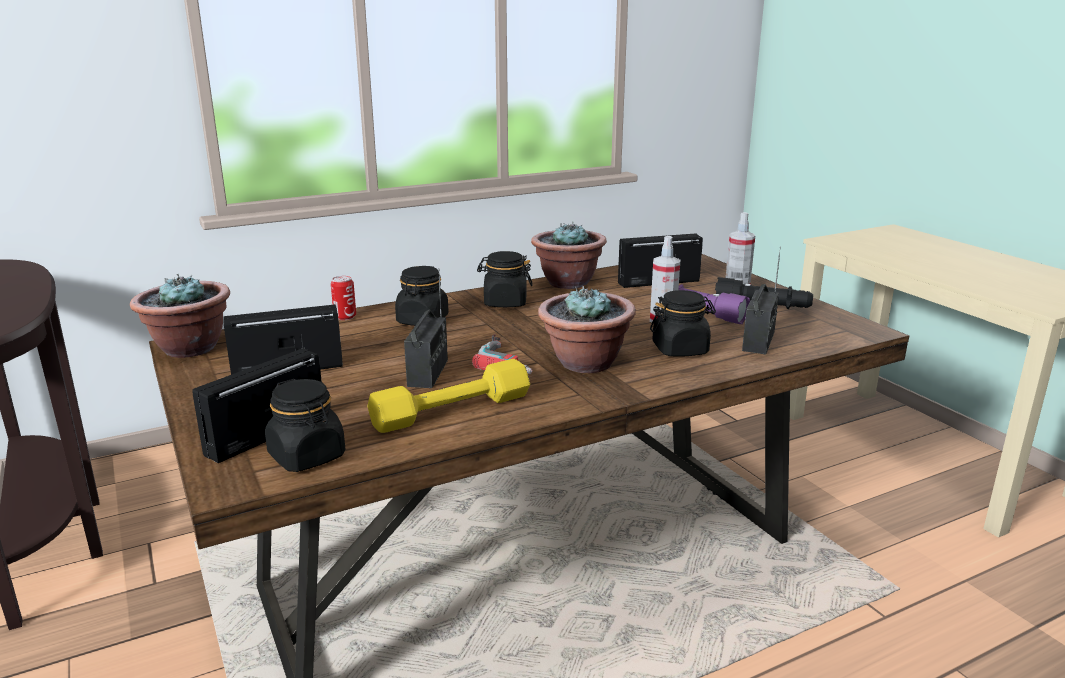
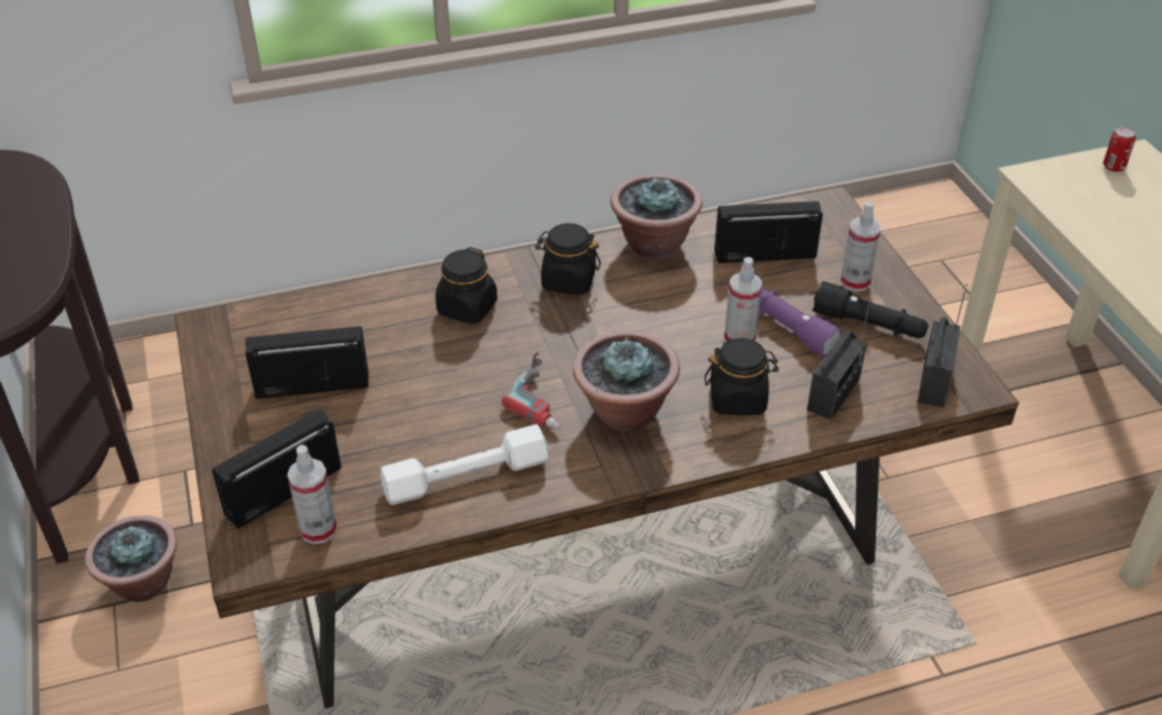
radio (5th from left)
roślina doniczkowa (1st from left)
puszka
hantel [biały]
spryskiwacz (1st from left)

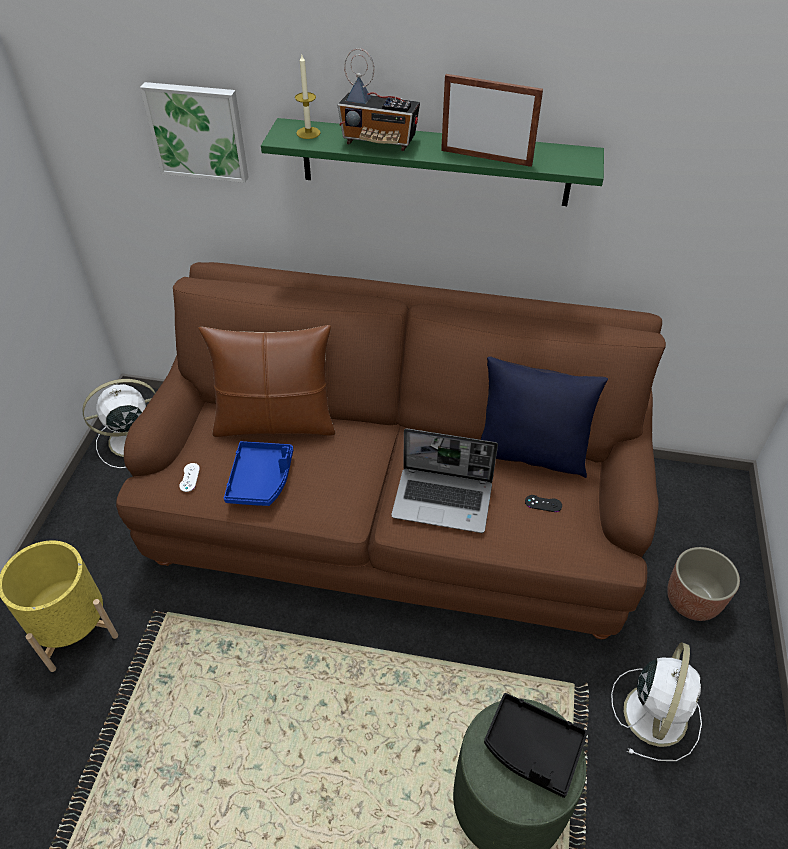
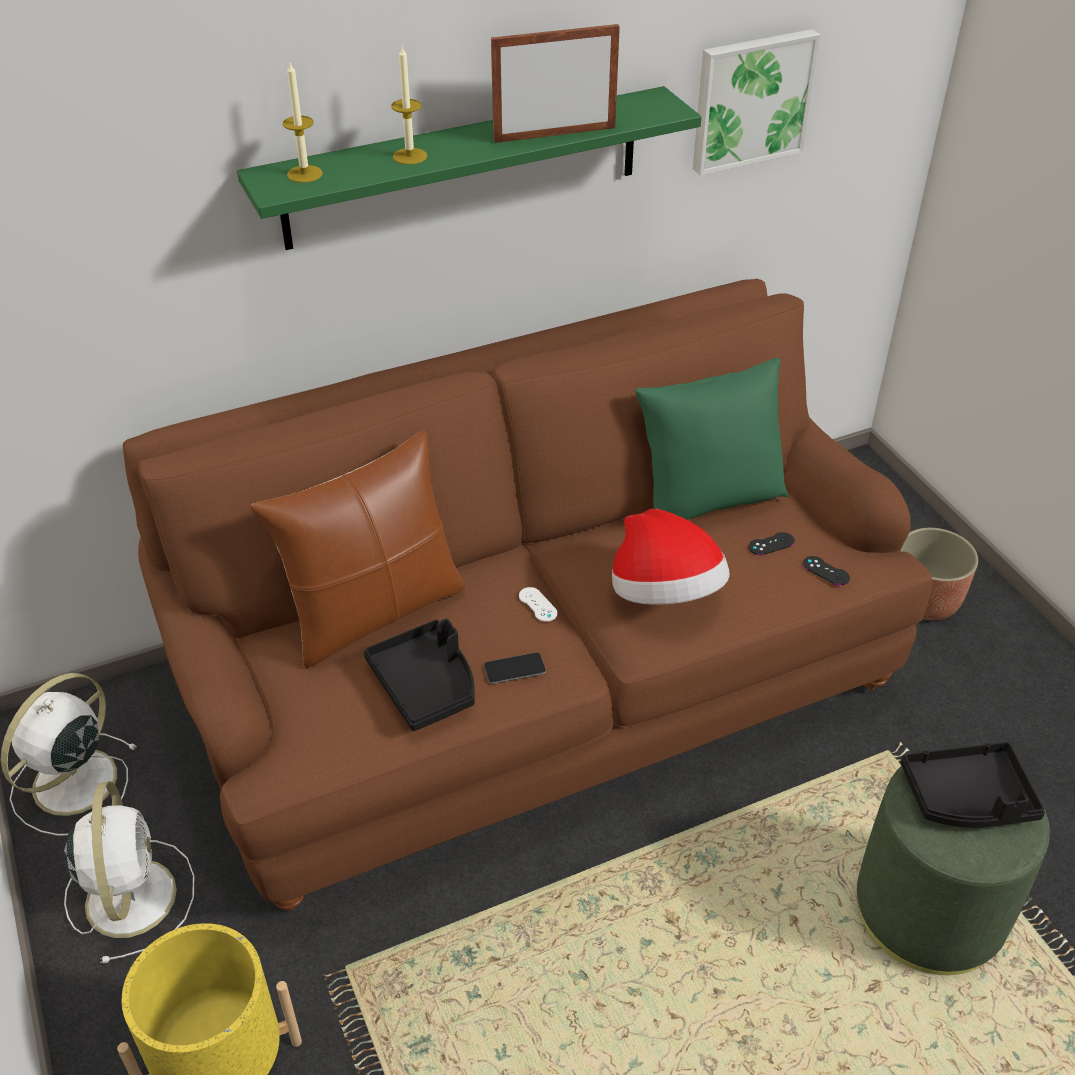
świeca (2nd from left)
obraz
poduszka [zielony]
kapelusz
taca [czarny] (1st from left)
pad do gier [biały]
wentylator [biały] (2nd from left)
pad do gier [czarny] (2nd from left)
telefon

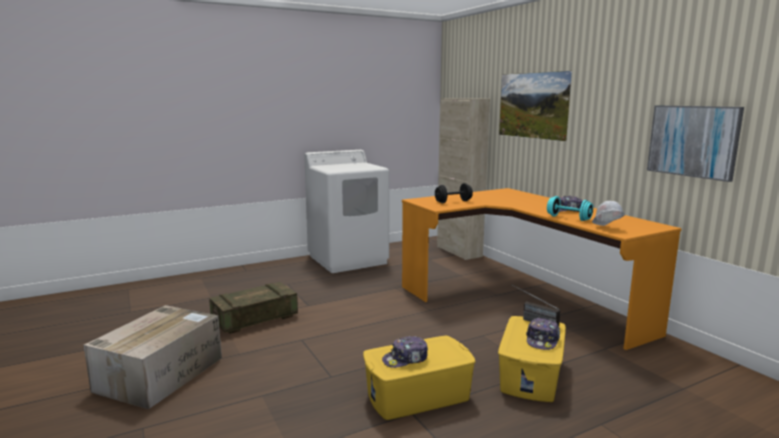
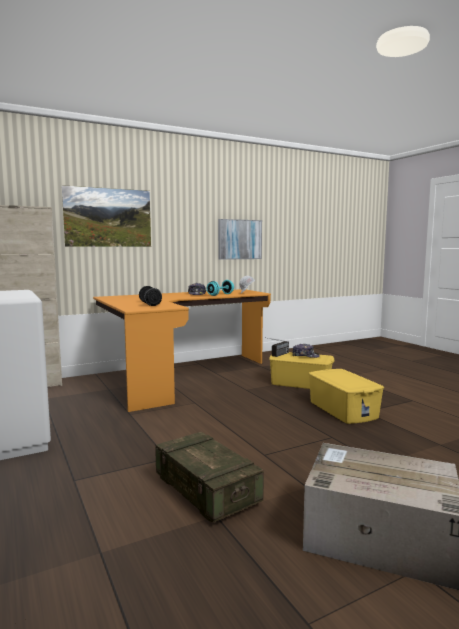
czapka z daszkiem (1st from left in the first image)

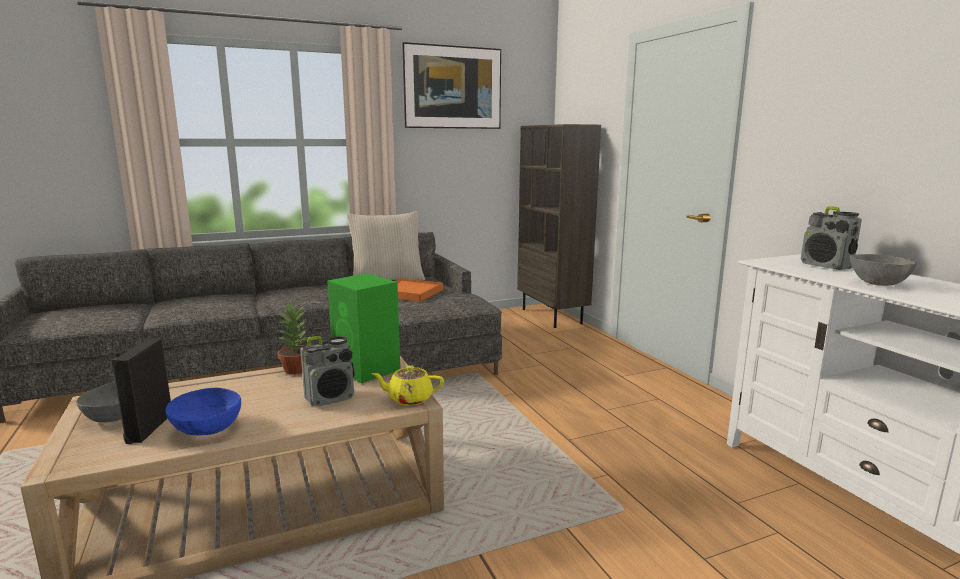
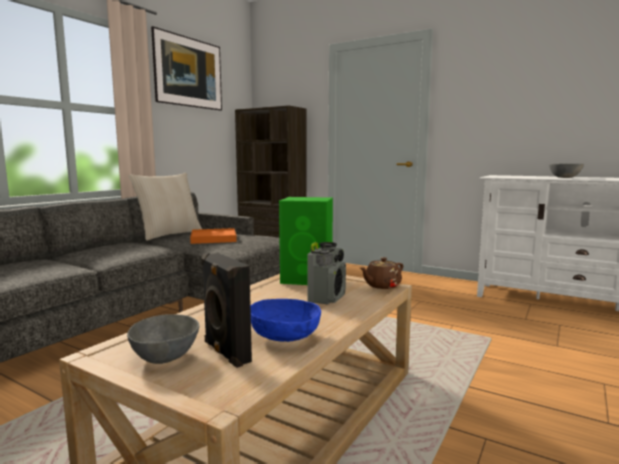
radio (2nd from left in the first image)
roślina doniczkowa
imbryk [brązowy]

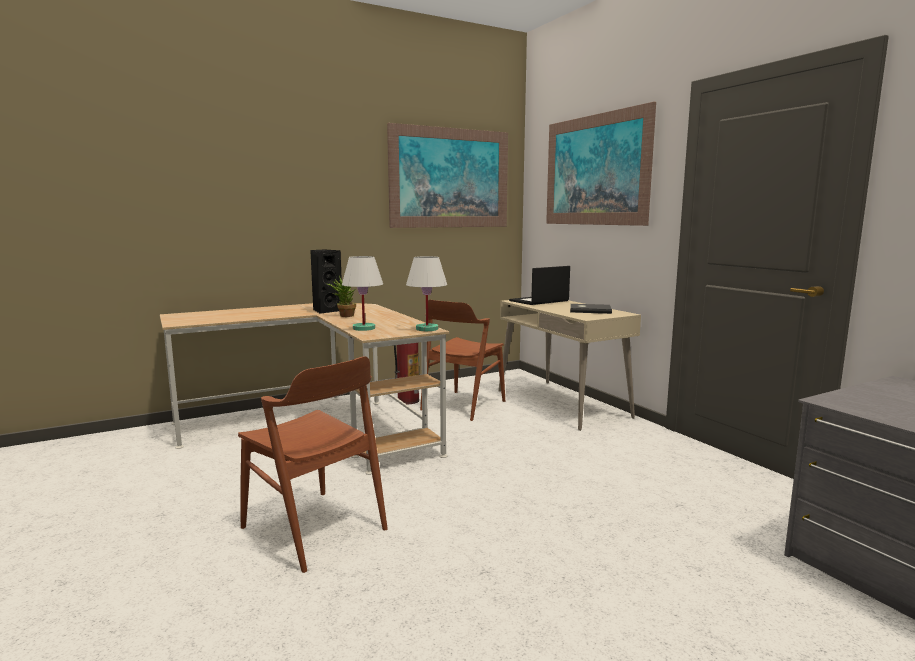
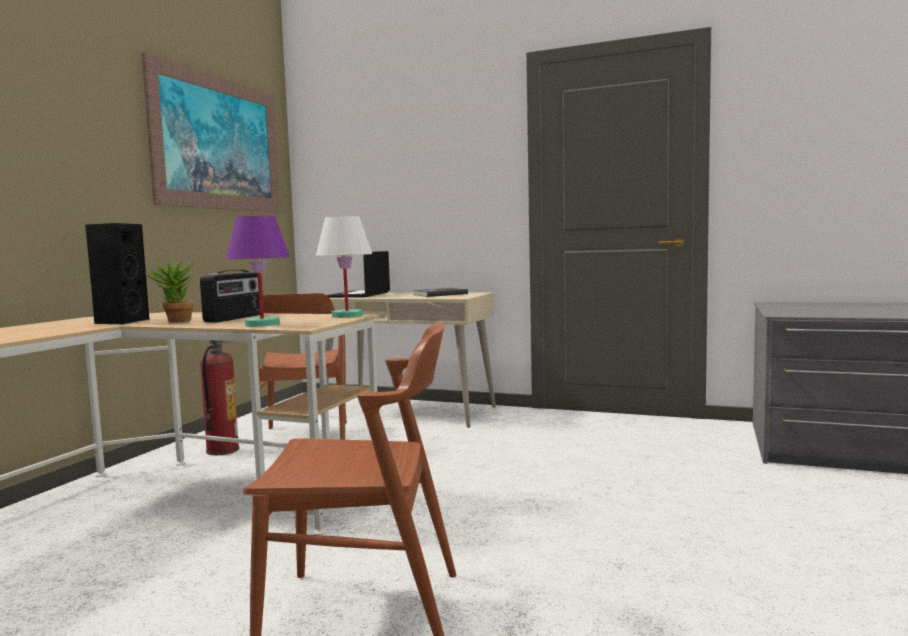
obraz (2nd from left in the first image)
lampa stołowa [fioletowy]
radio

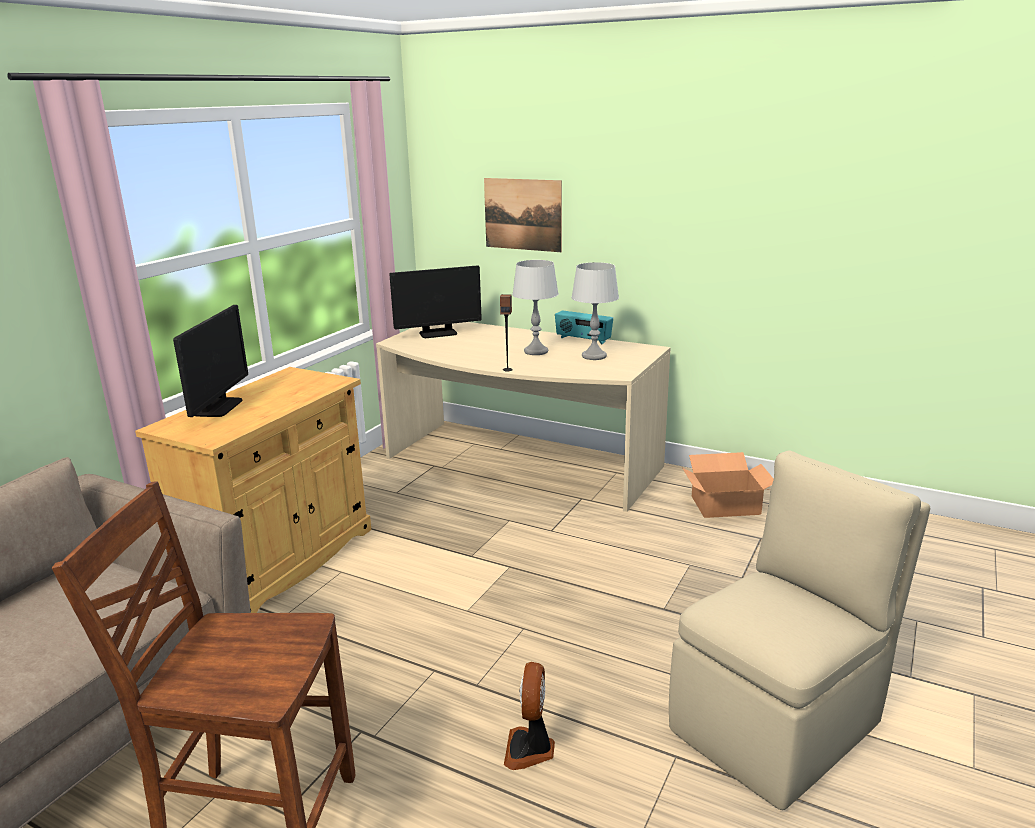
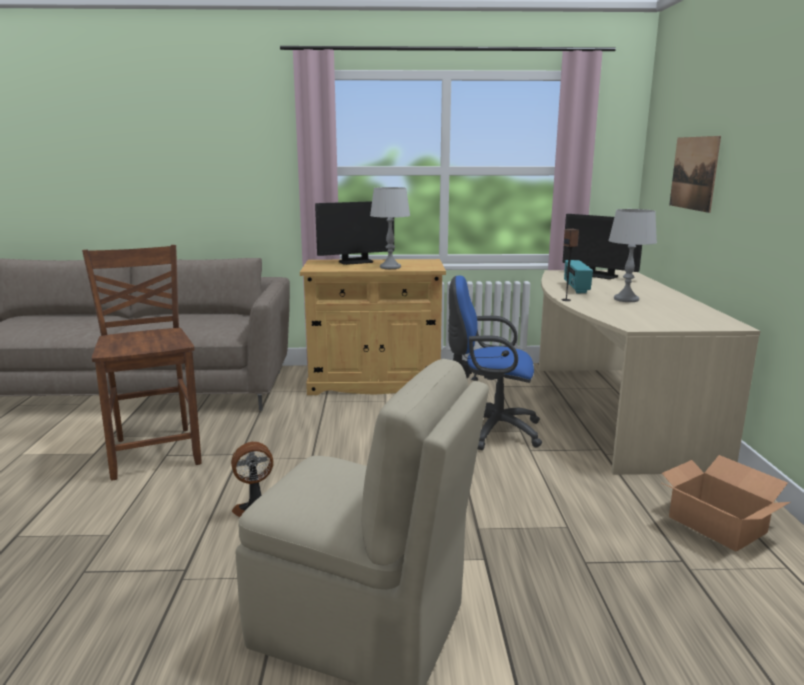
lampa stołowa [szary] (1st from left)
radio
krzesło biurowe [niebieski]

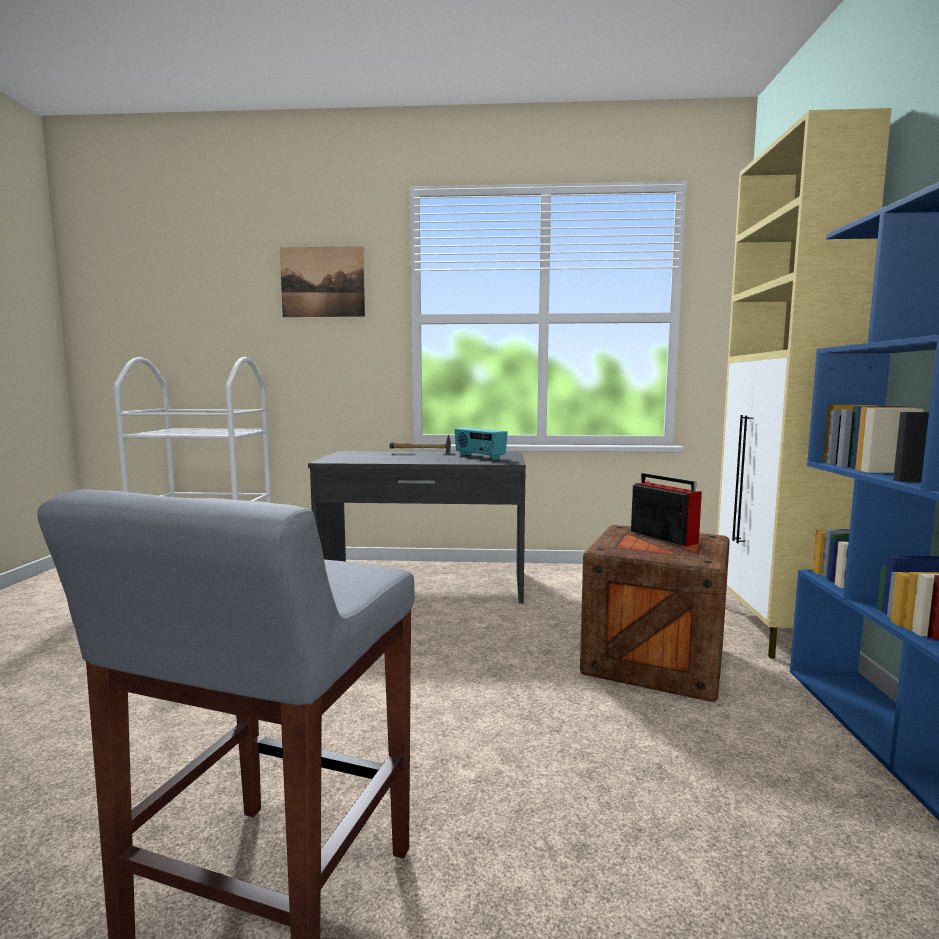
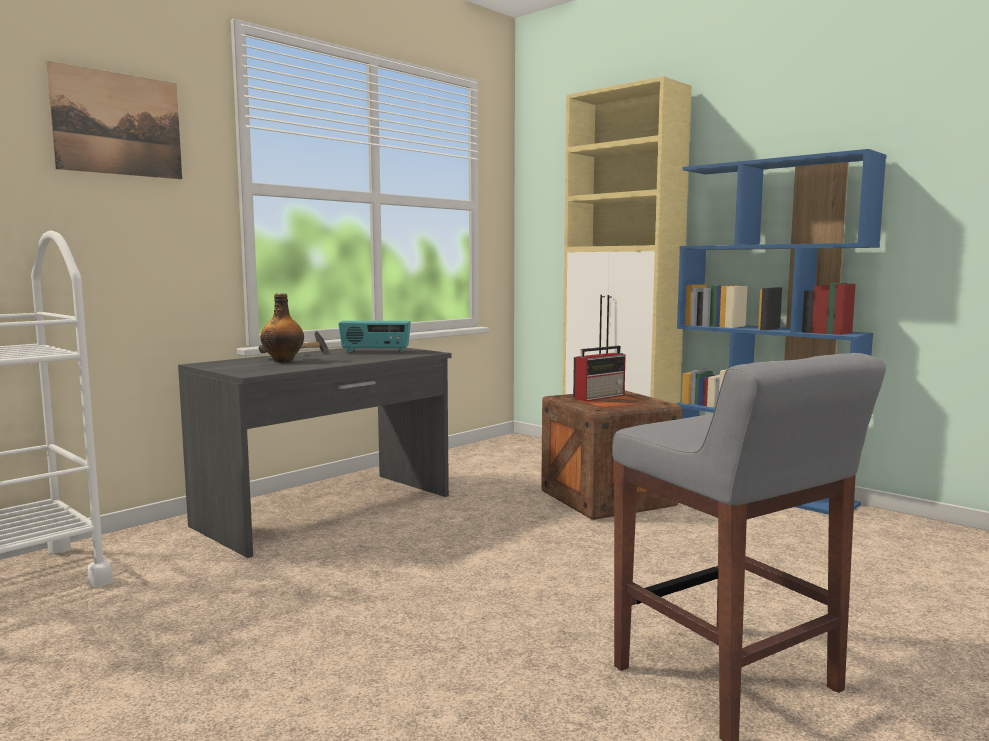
radio (2nd from left)
butelka

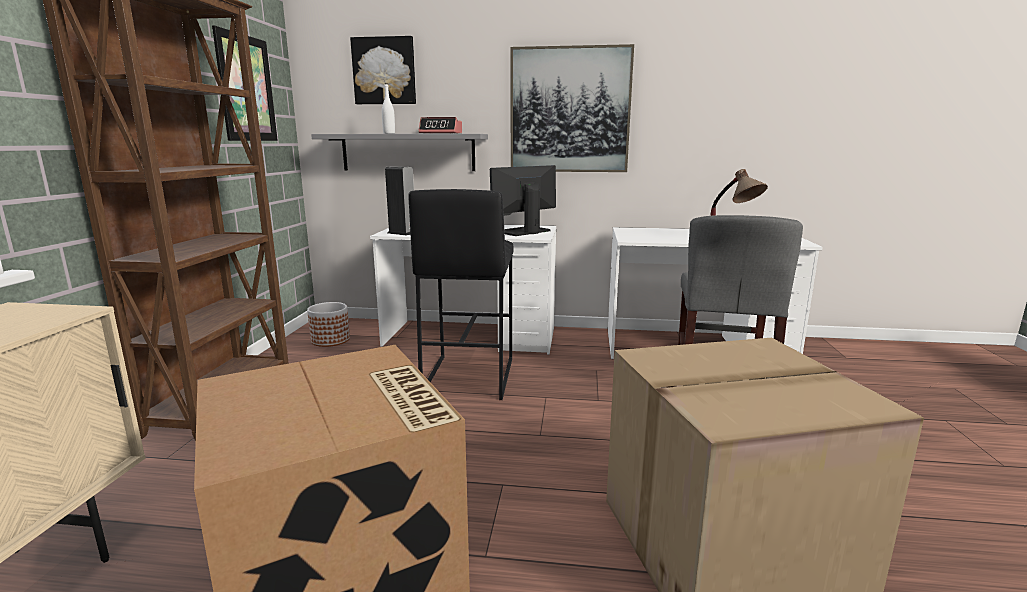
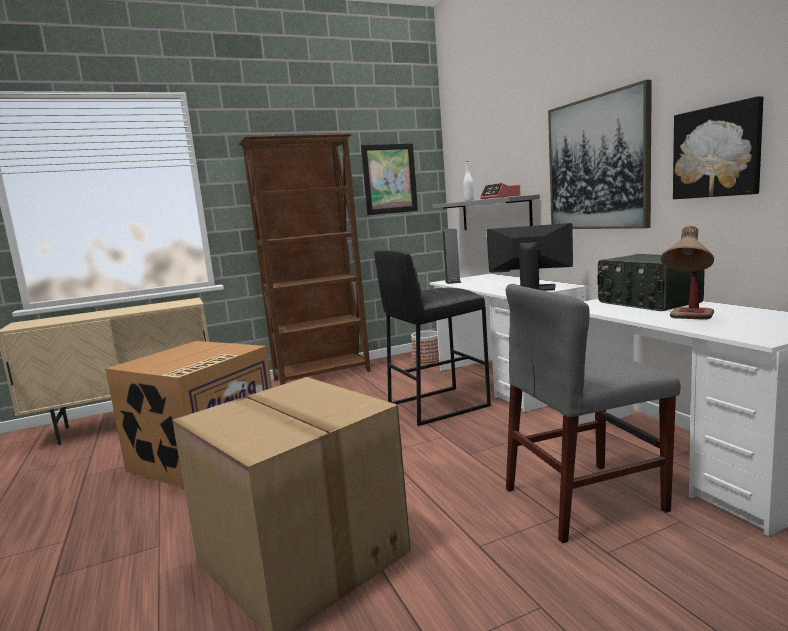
obraz (3rd from left)
radio

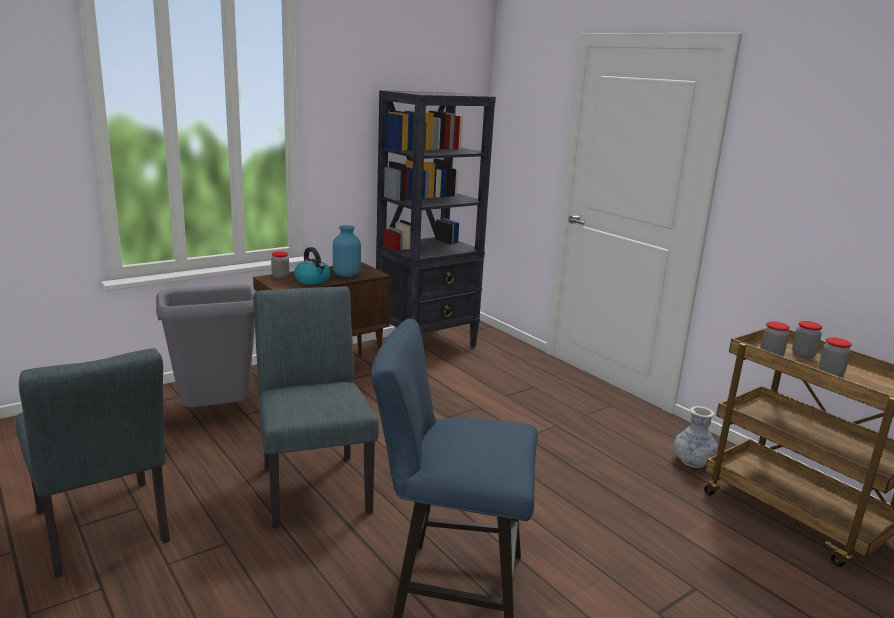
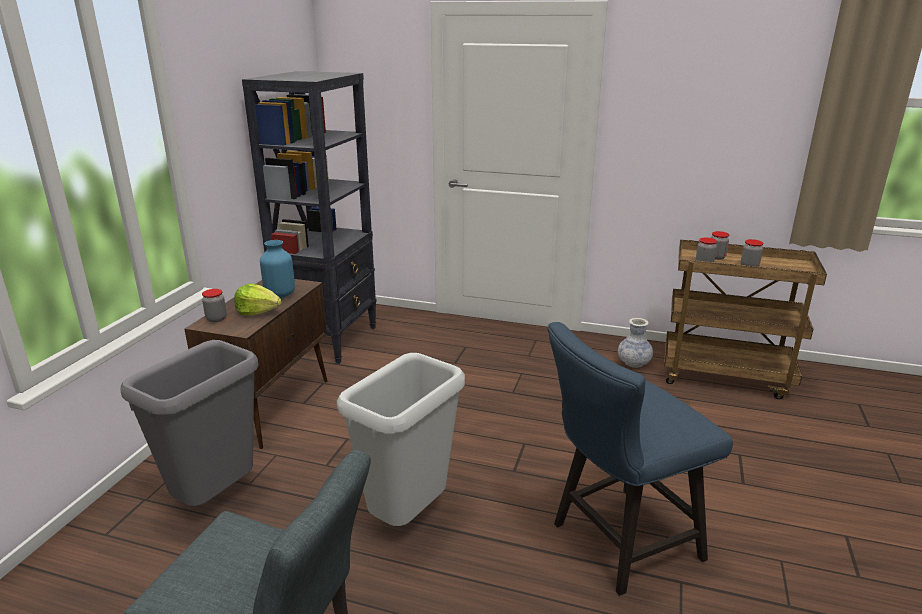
sałata
kosz na śmieci [szary] (2nd from left)

